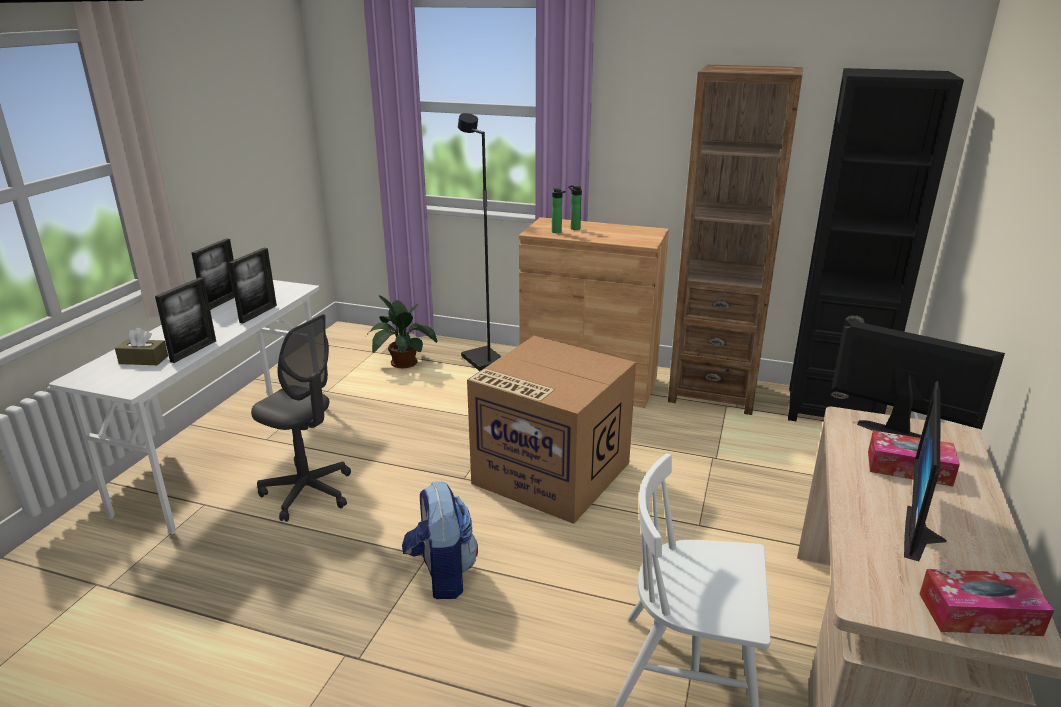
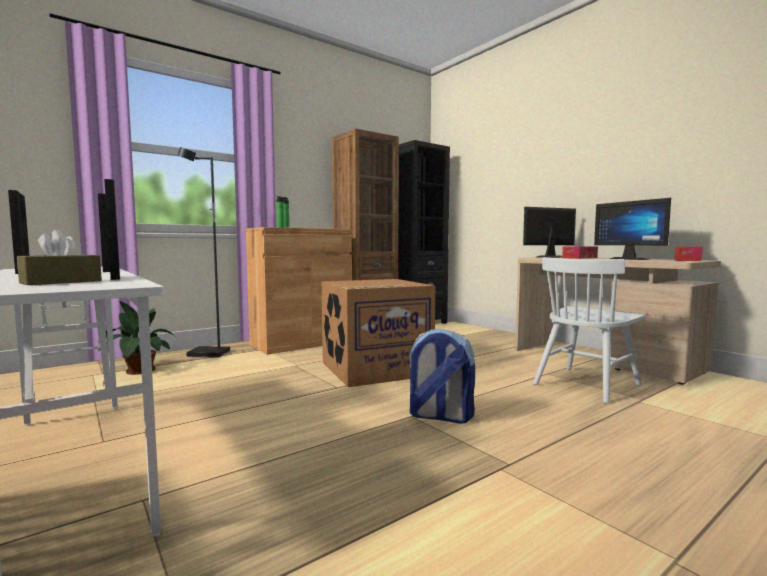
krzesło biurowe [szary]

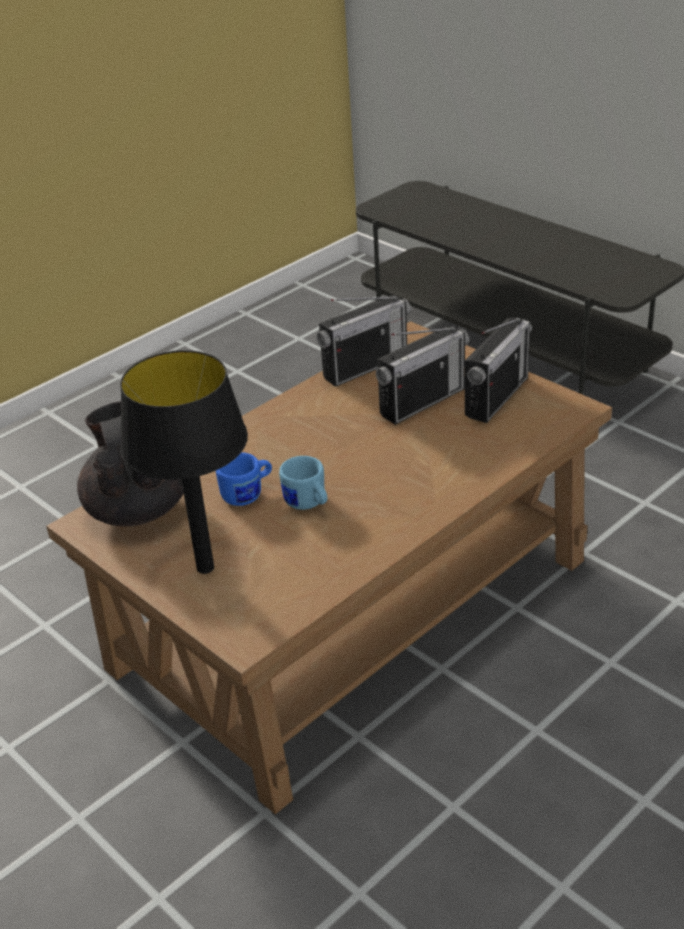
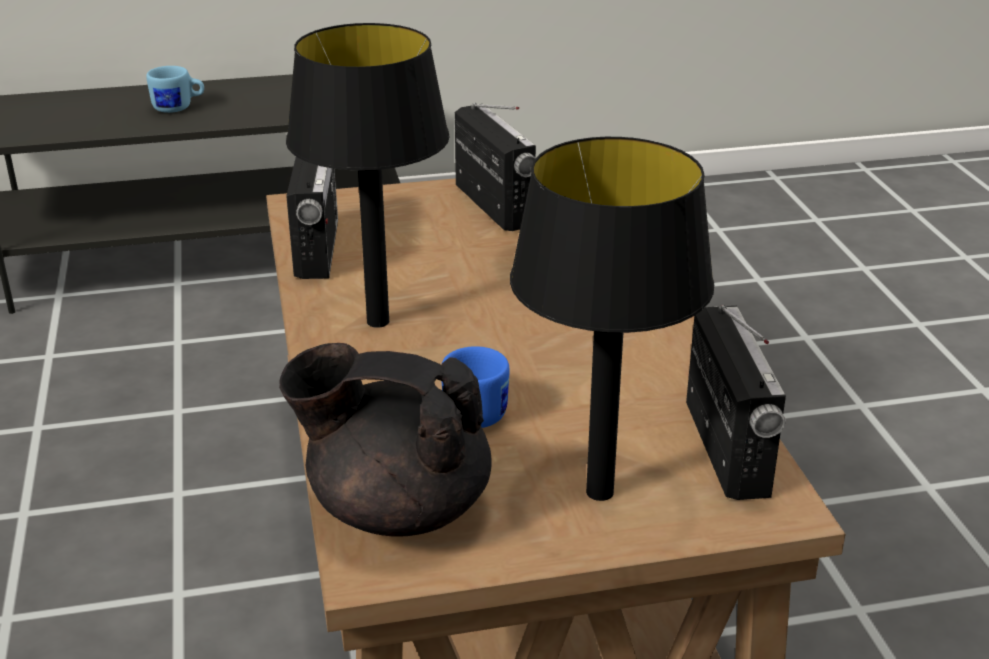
radio (3rd from left)
kubek [niebieski] (1st from left)
lampa stołowa [czarny] (1st from left)

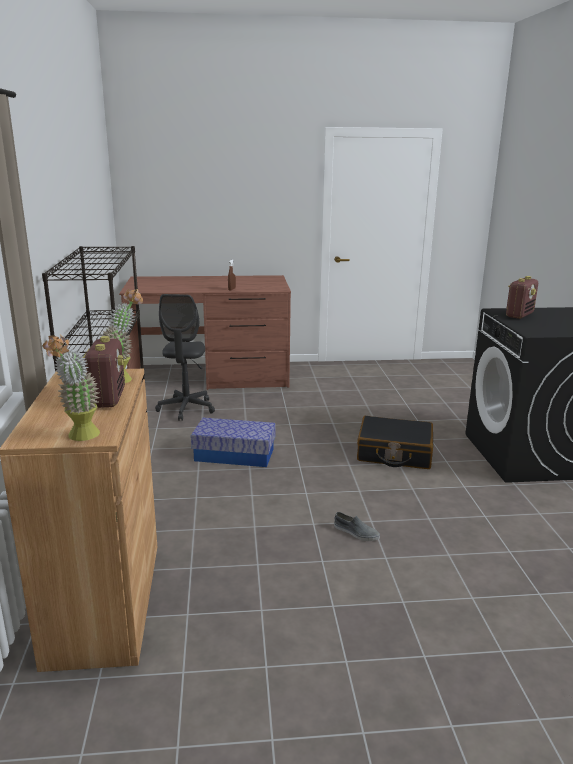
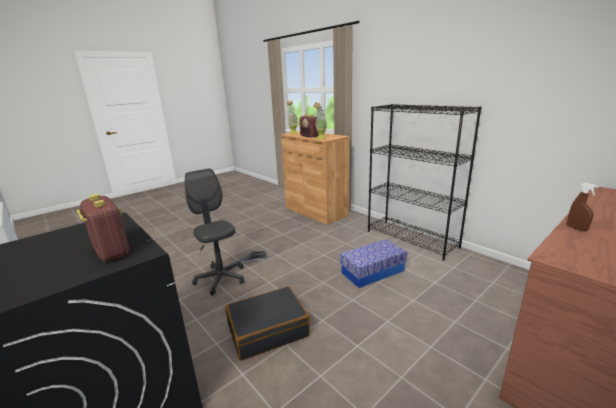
radio (1st from left)
krzesło biurowe [szary]

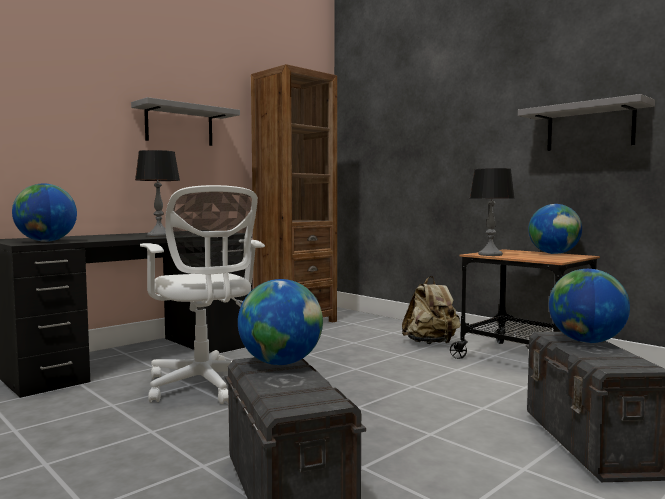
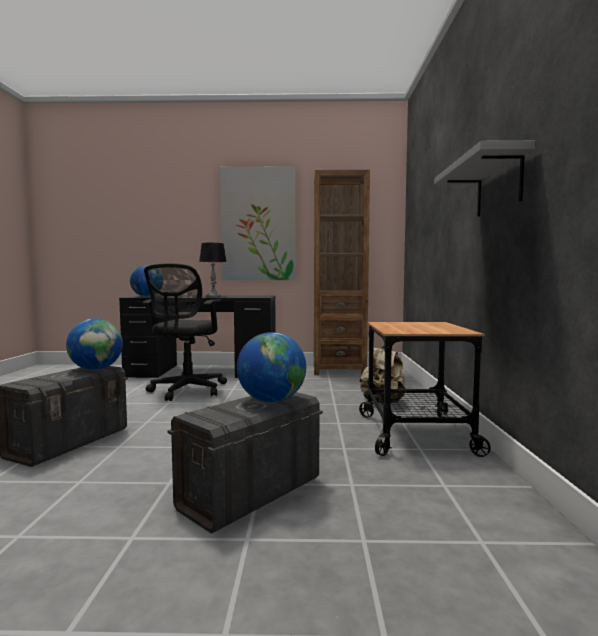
obraz
lampa stołowa (2nd from left in the first image)
krzesło biurowe [czarny]
globus (3rd from left in the first image)

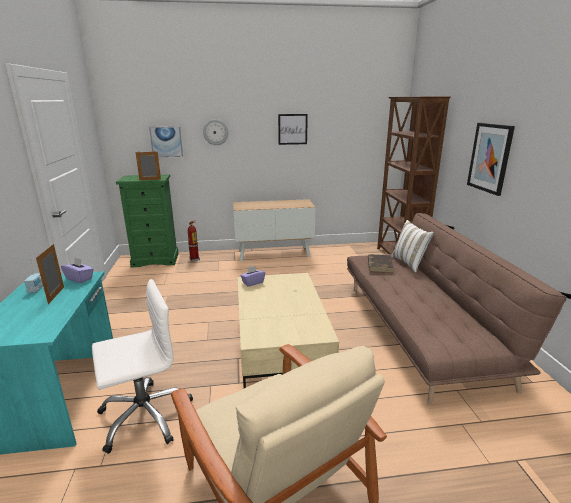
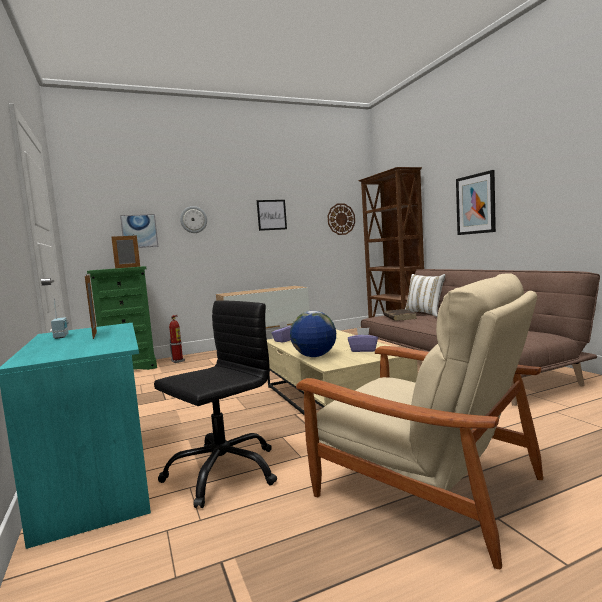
pudełko chusteczek [fioletowy] (2nd from left)
krzesło biurowe [czarny]
zegar ścienny (2nd from left)
globus

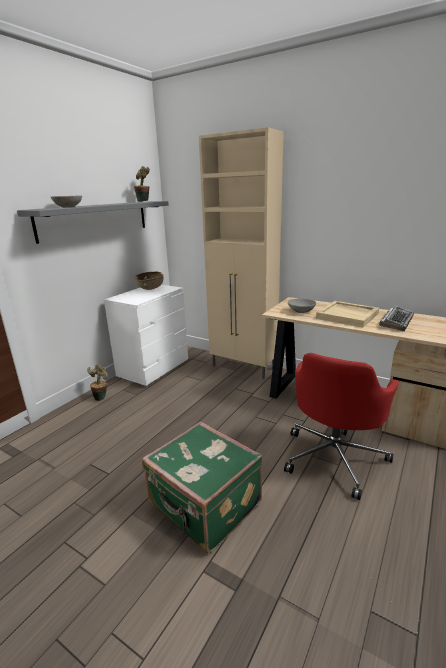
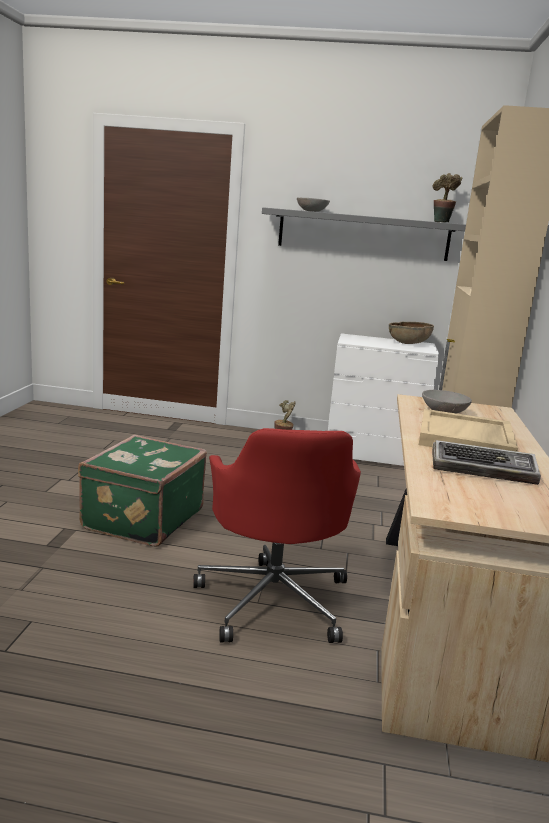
krzesło biurowe [czerwony]

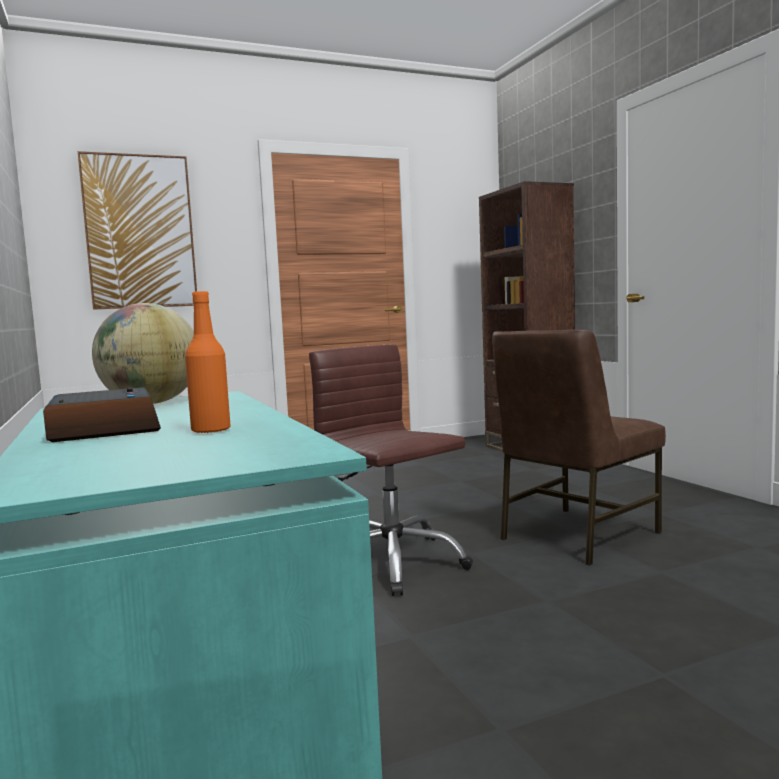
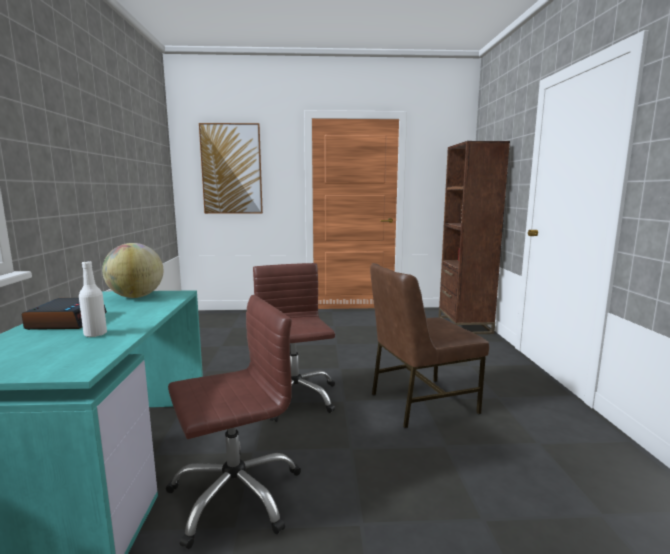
butelka [biały]
krzesło biurowe [brązowy] (1st from left)

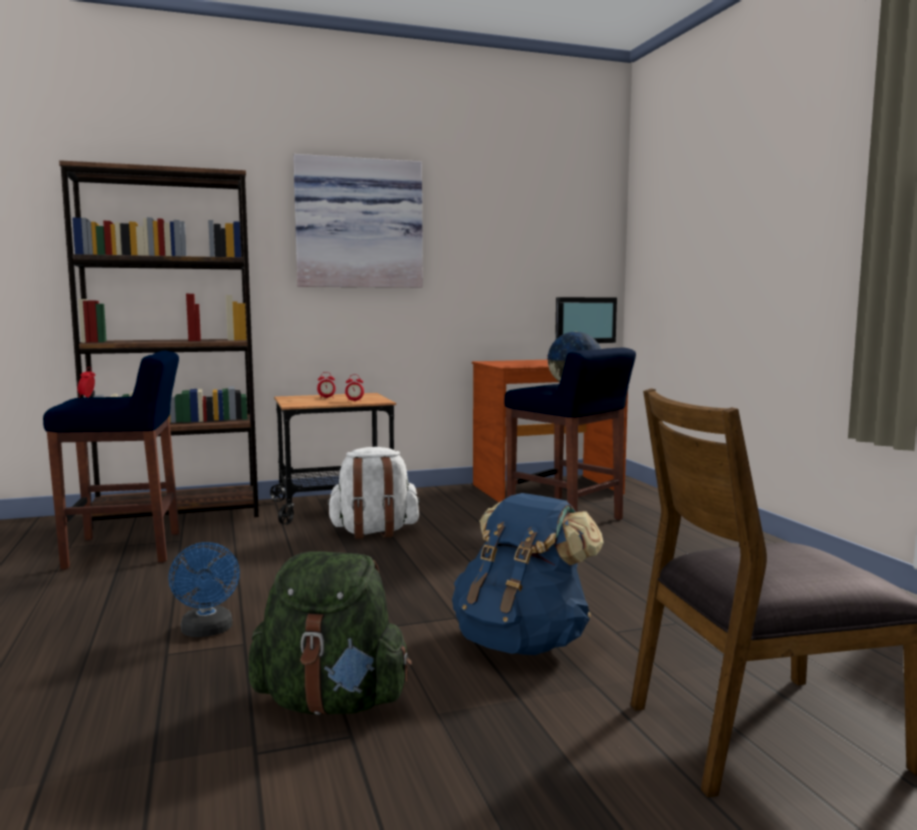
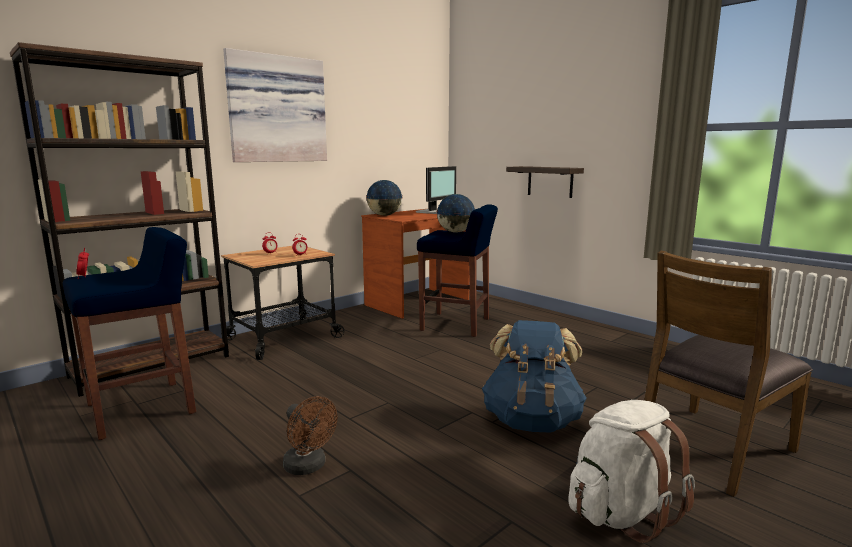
plecak [biały]
wentylator [brązowy]
plecak [zielony]
półka
globus (1st from left)

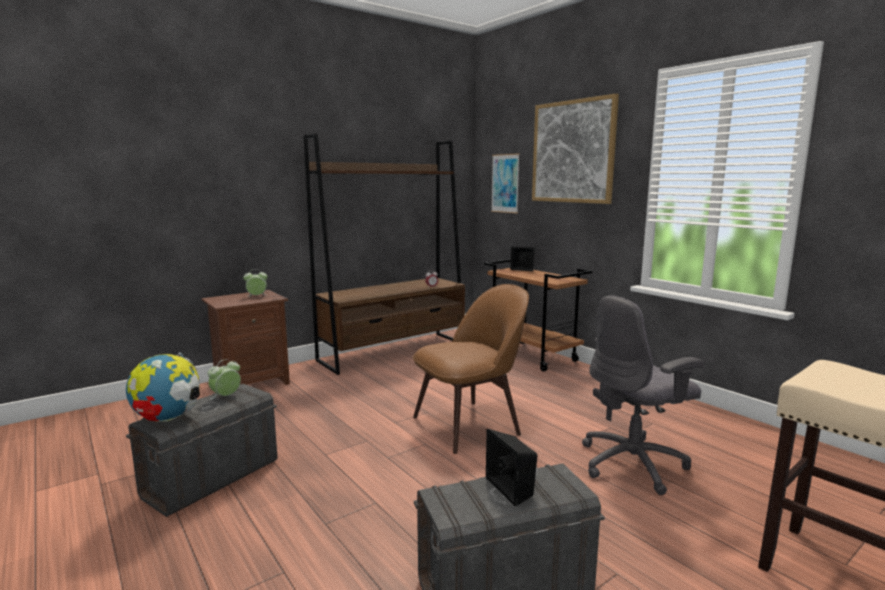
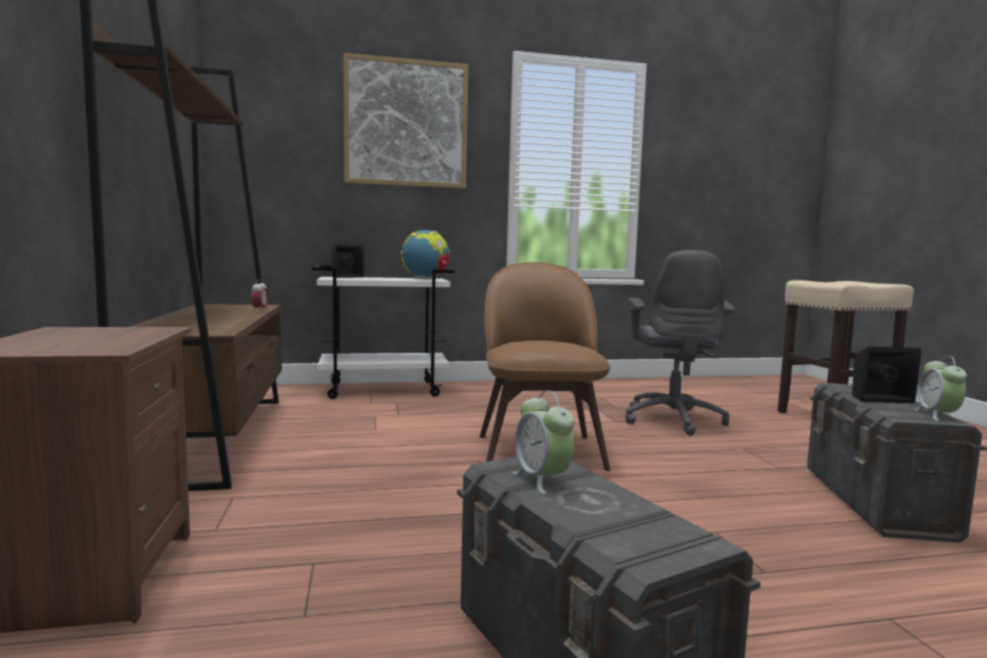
obraz (1st from left in the first image)
wózek [biały]
budzik (3rd from left)
globus

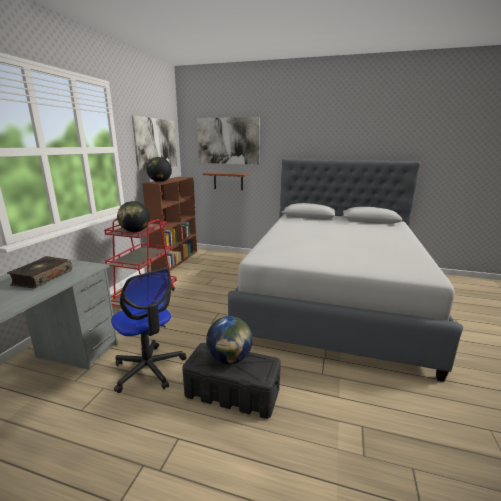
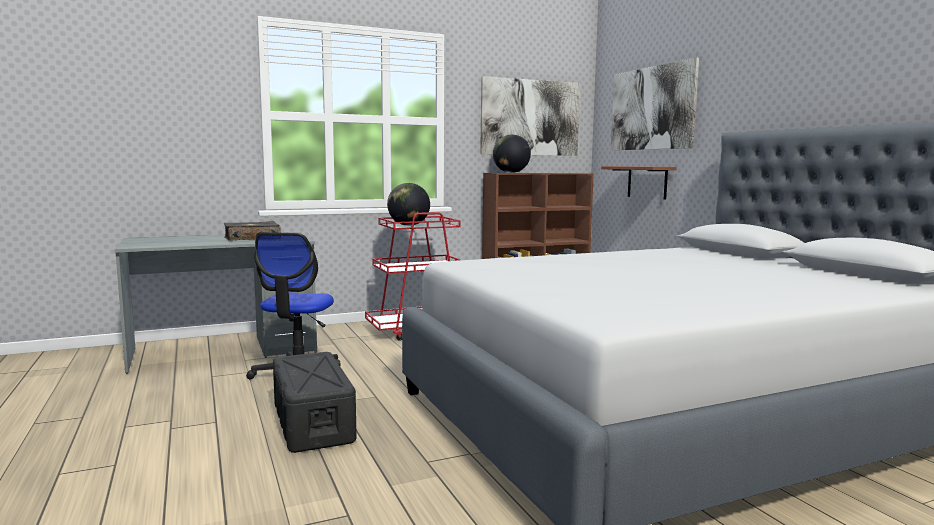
globus (3rd from left in the first image)

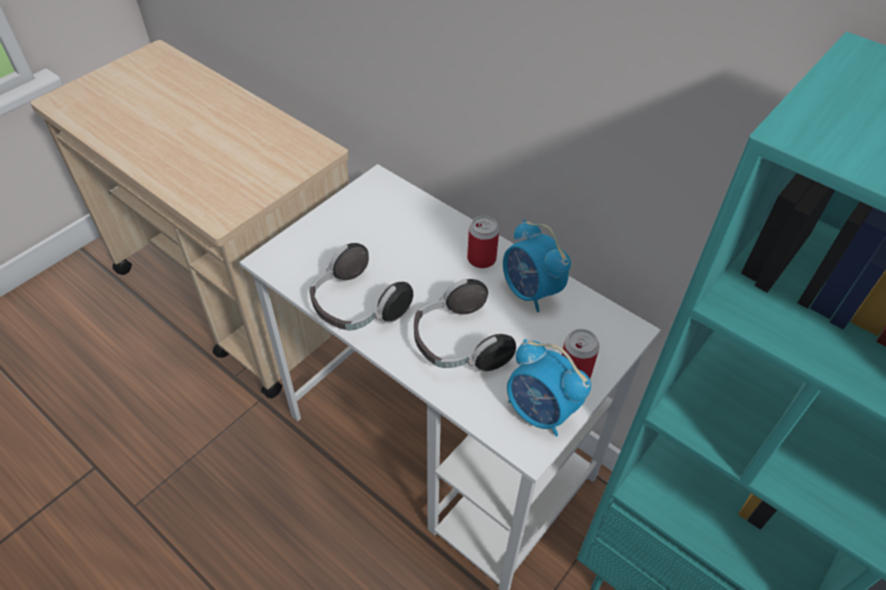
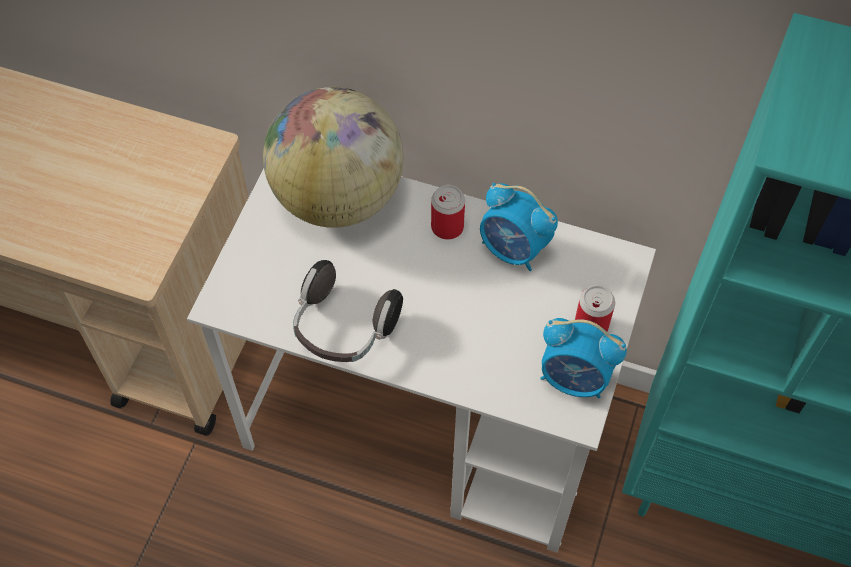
słuchawki (2nd from left in the first image)
globus

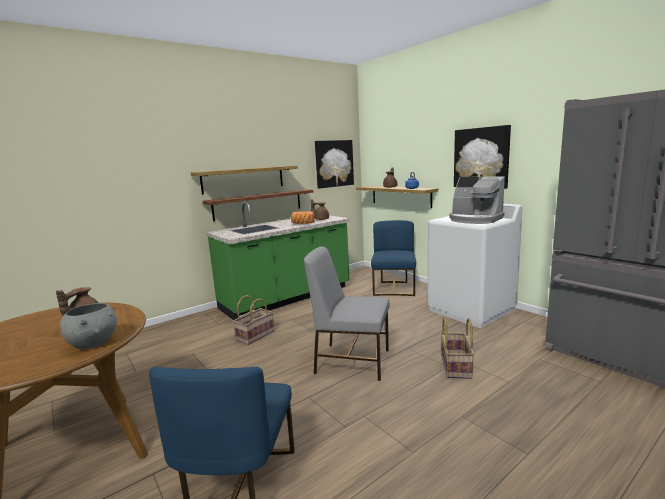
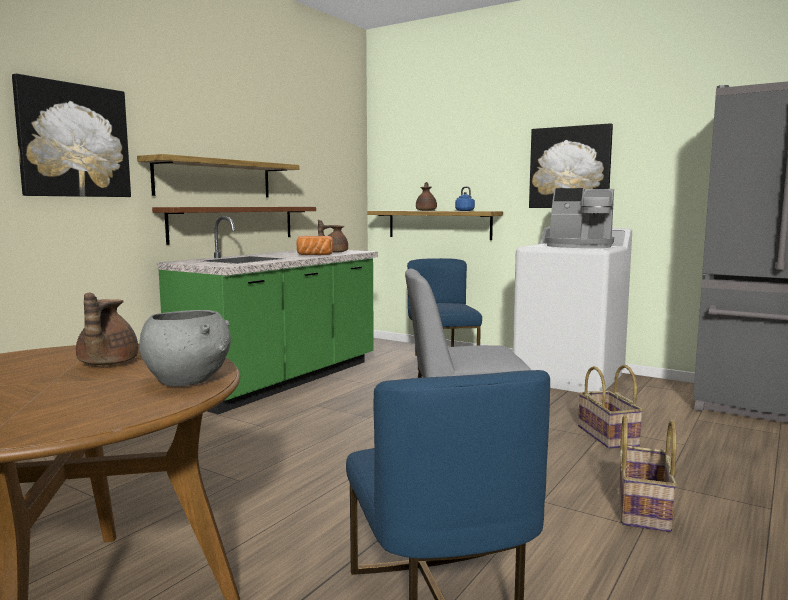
obraz (1st from left)
koszyk (2nd from left)

